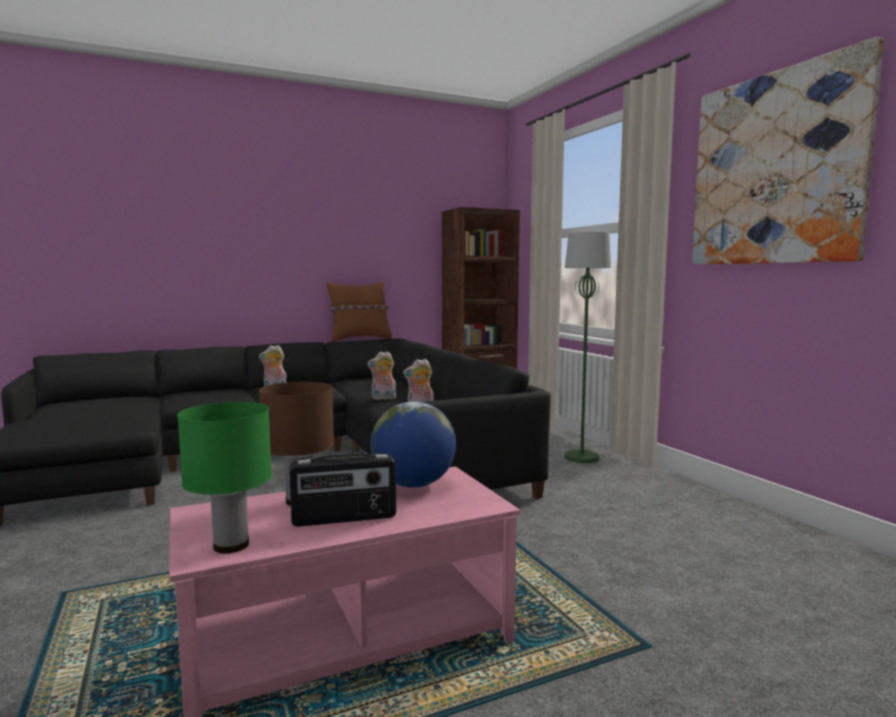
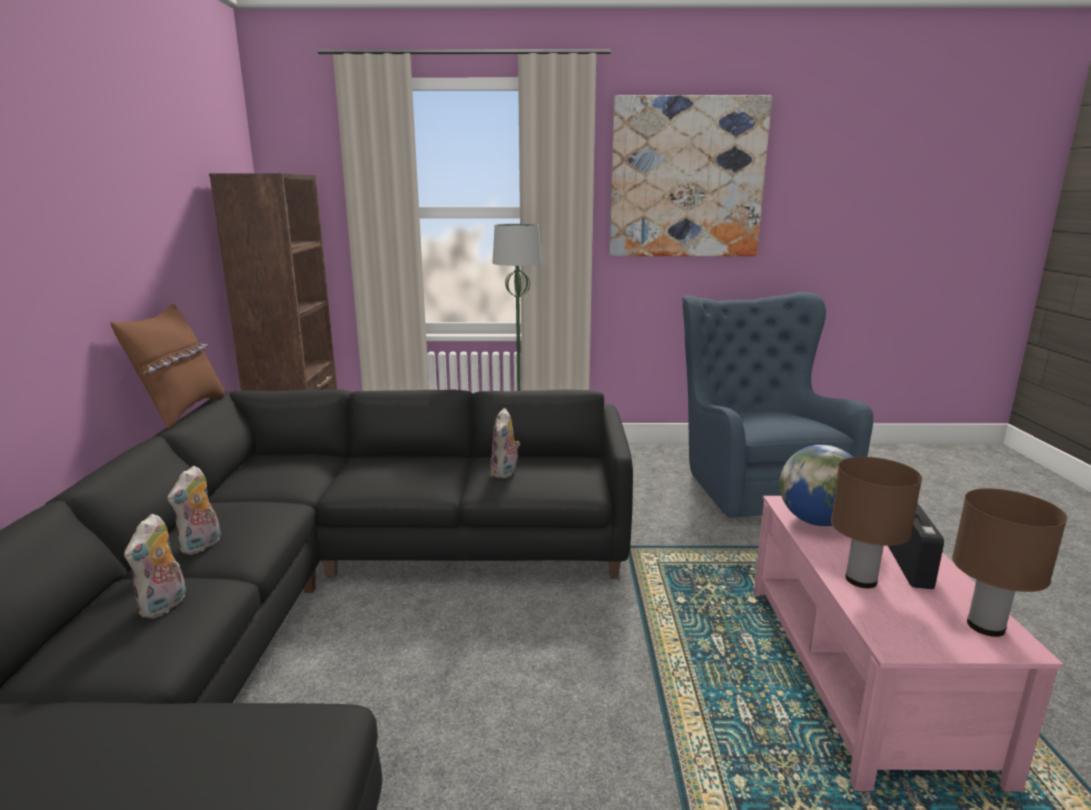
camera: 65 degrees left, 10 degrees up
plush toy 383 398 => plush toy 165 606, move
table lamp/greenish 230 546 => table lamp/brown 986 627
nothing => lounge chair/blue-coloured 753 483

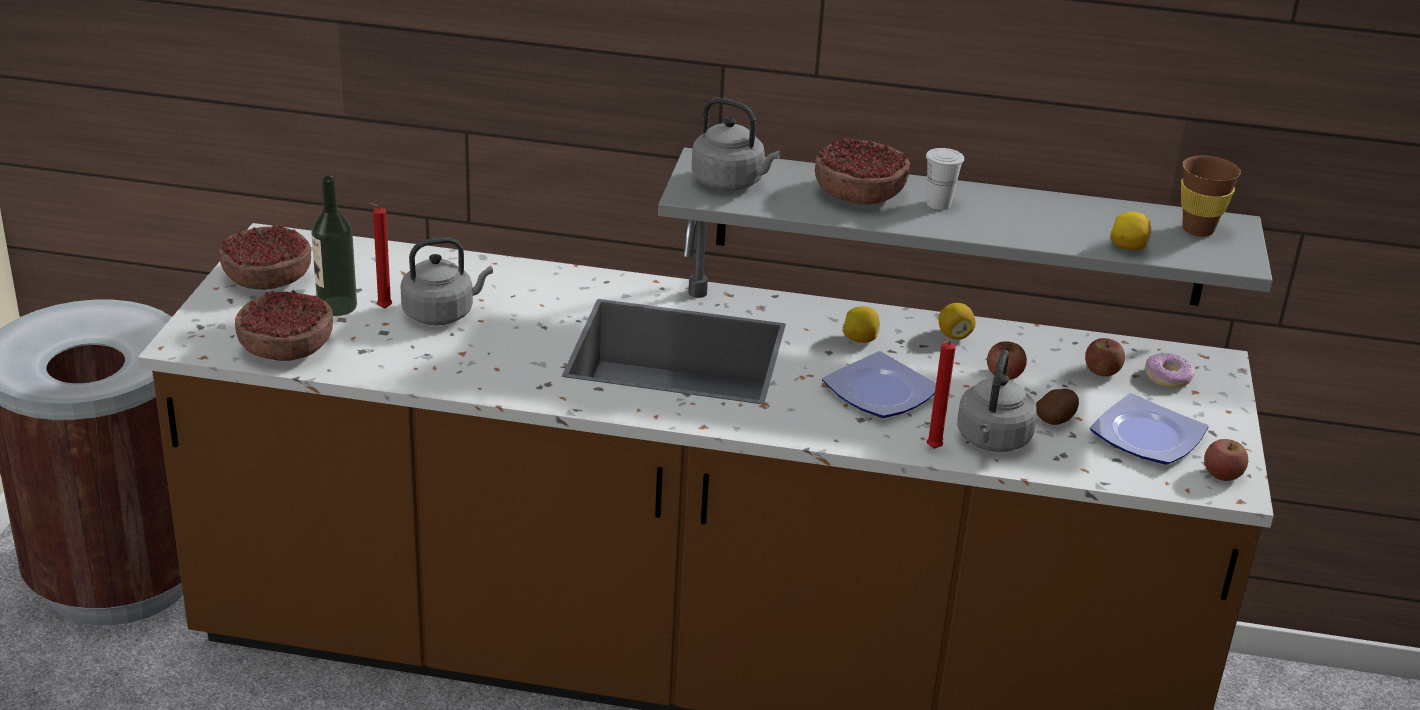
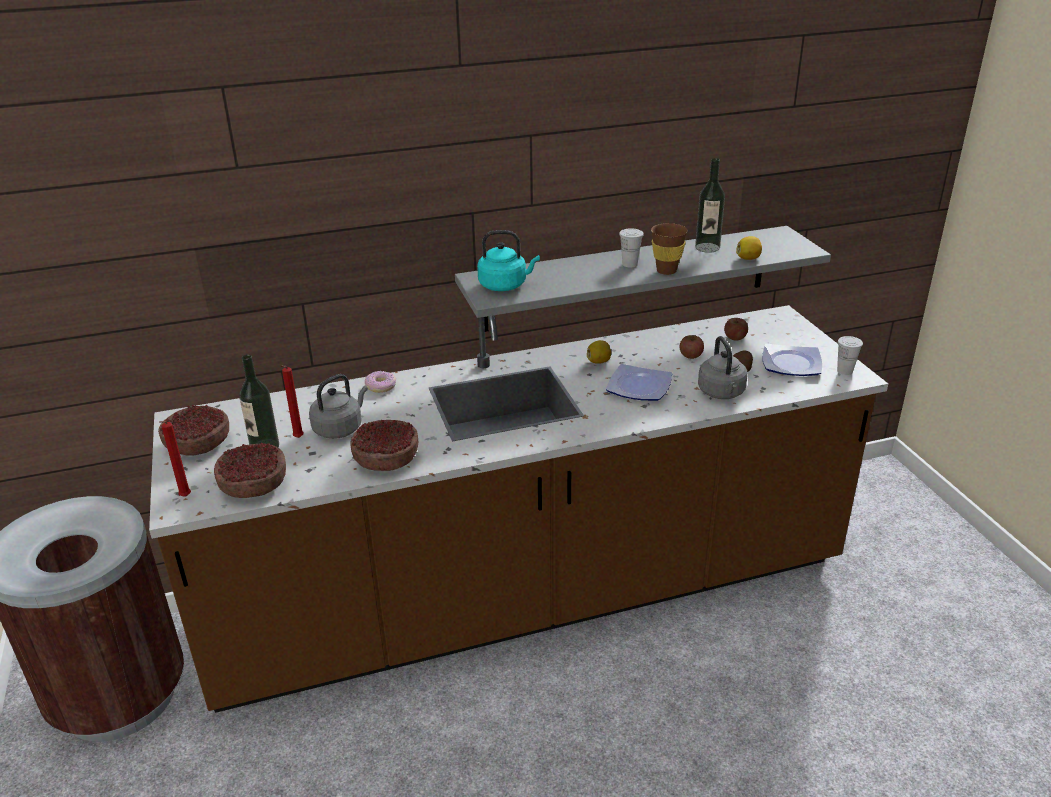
camera: 25 degrees left, 0 degrees up
water kettle/greyish 731 183 => water kettle/turquoise-coloured 505 285
bowl 859 193 => bowl 386 459, move
drinking cup/brown 1198 230 => drinking cup/brown 666 271, move
whole lemon 954 335 => nothing
wax light/reddish 932 449 => wax light/reddish 184 497, move
ring doughnut 1168 377 => ring doughnut 381 386, move
apple 1222 474 => drinking cup/white 844 371
nothing => beverage bottle 707 247

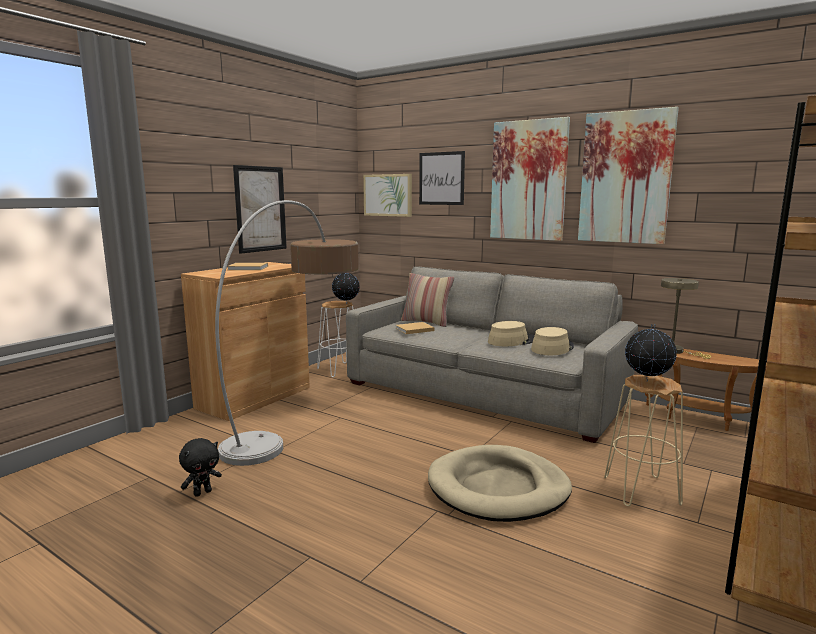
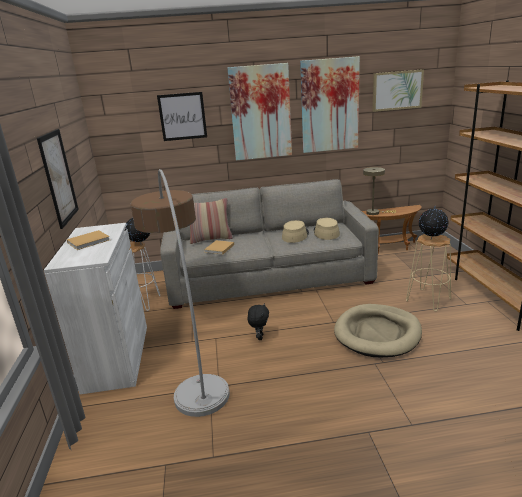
camera: 40 degrees left, 10 degrees up
picture 388 195 => picture 397 90, move
storage cabinet/brown 254 397 => storage cabinet/white 116 357
plush toy/black-coloured 202 492 => plush toy/black-coloured 259 337, move

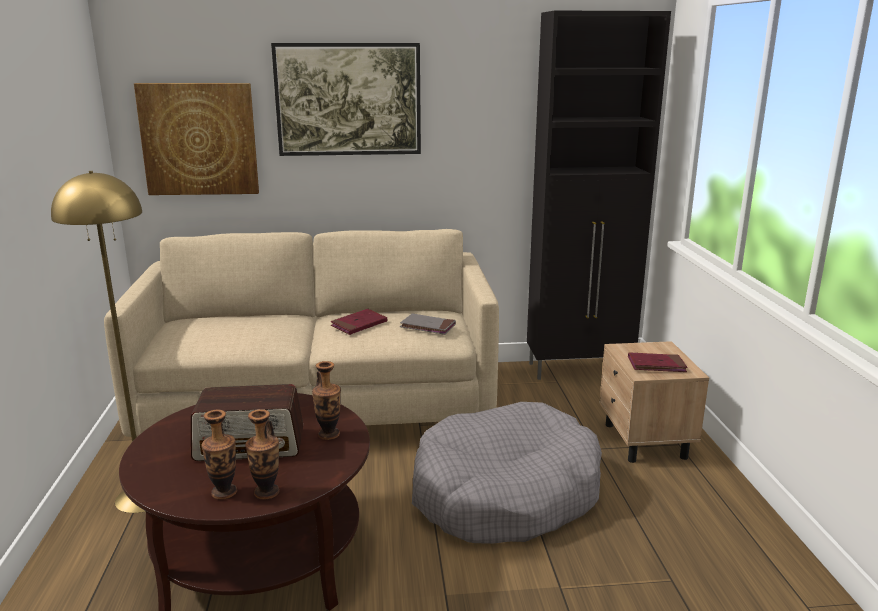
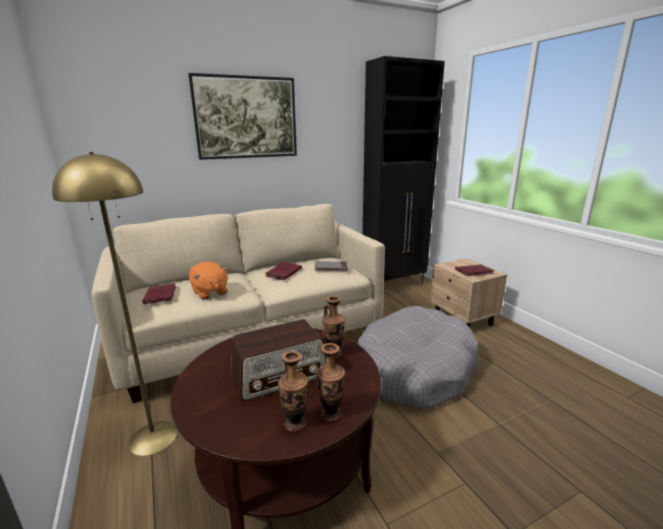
camera: 20 degrees left, 0 degrees up
picture 199 139 => nothing
nothing => plush toy/orangey 209 292
nothing => book/reddish 160 295

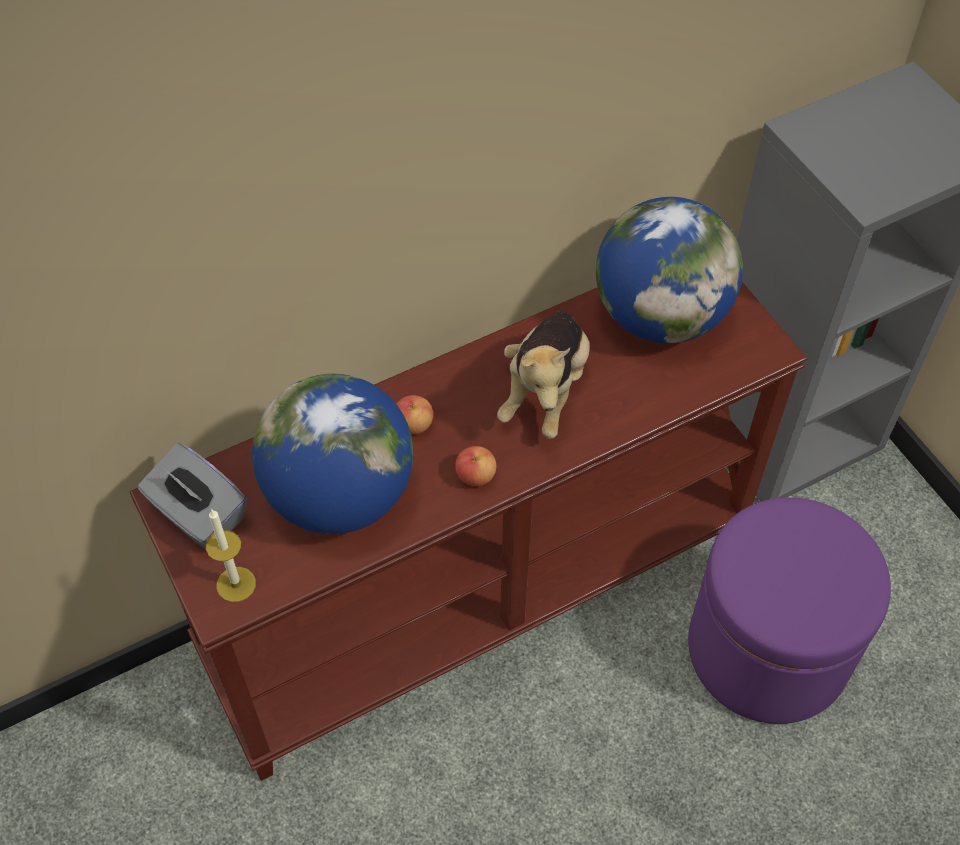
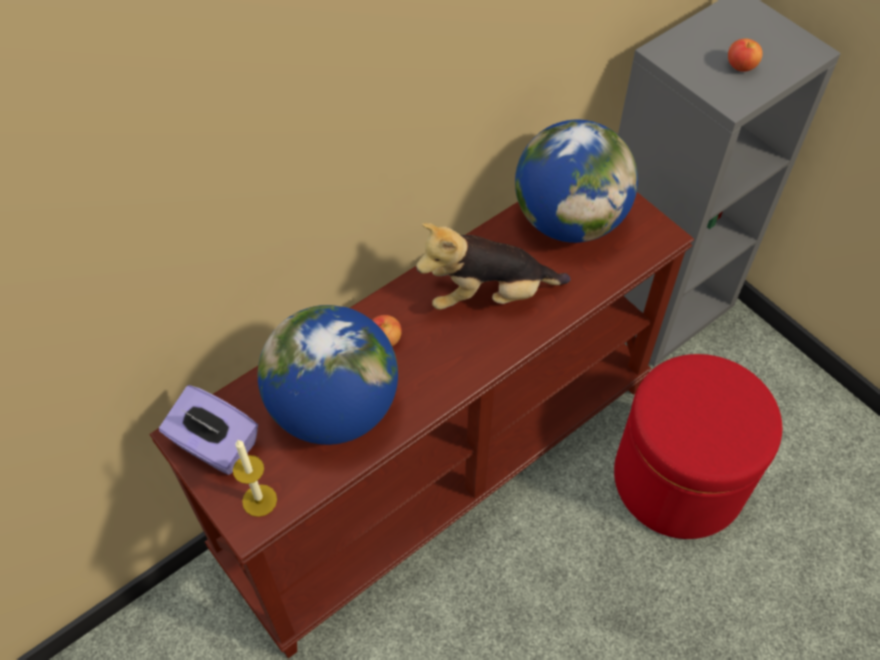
camera: 10 degrees left, 0 degrees up
plush toy 545 390 => plush toy 488 295, 75 degrees clockwise
tissue holder/greyish 198 515 => tissue holder/purple 214 445
apple 475 476 => apple 741 66, move
footrest/purple 768 649 => footrest/reddish 678 479

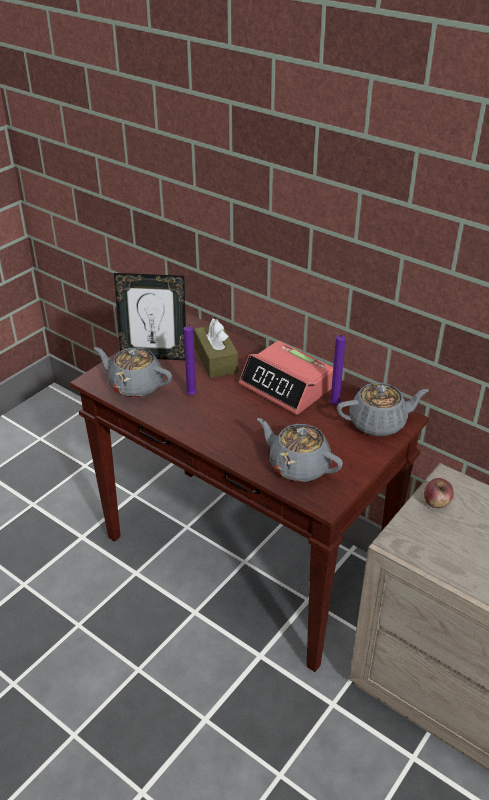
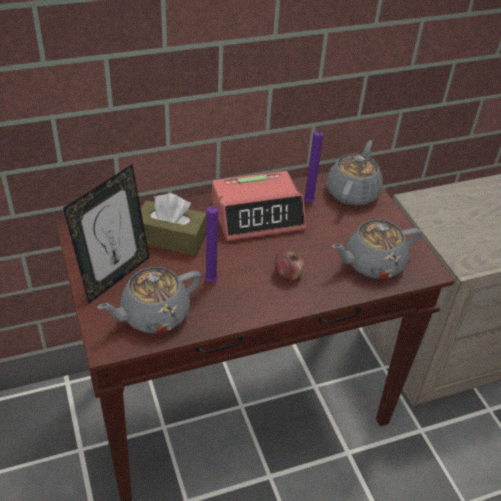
camera: 60 degrees left, 5 degrees up
apple 436 502 => apple 288 274, move

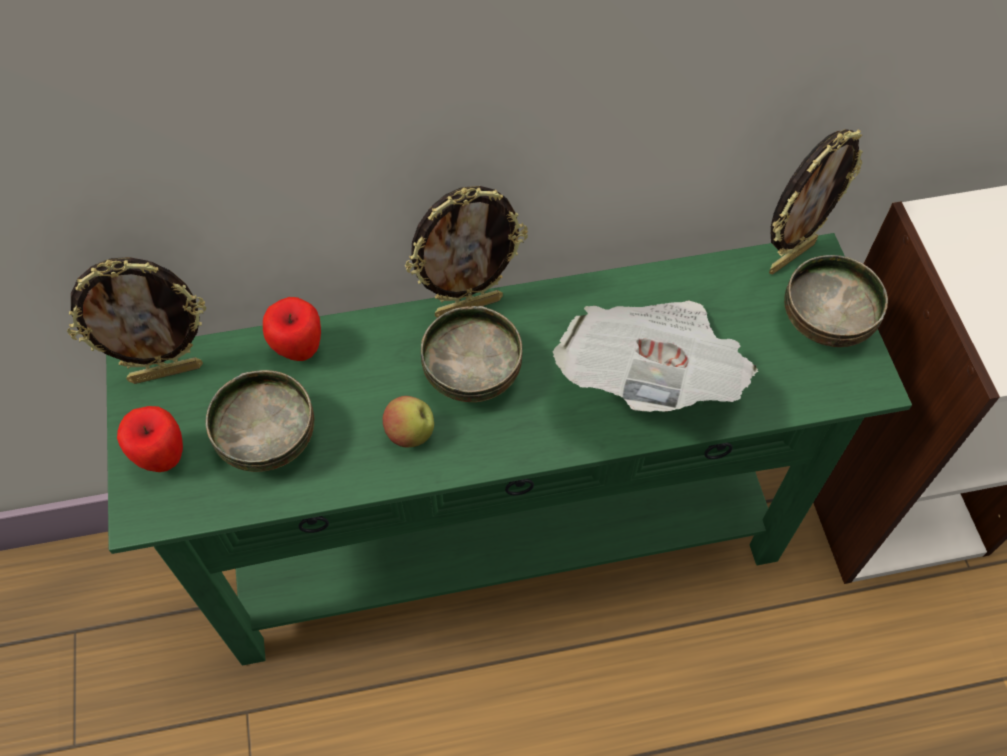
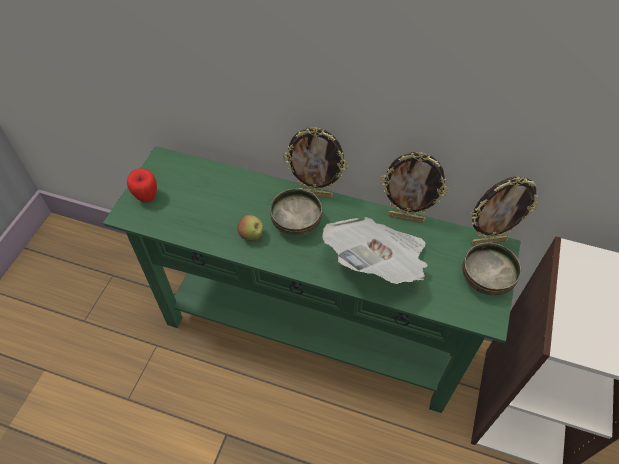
camera: 30 degrees right, 5 degrees down
picture frame 167 371 => picture frame 406 217, move
apple 299 351 => nothing
bowl 267 438 => nothing

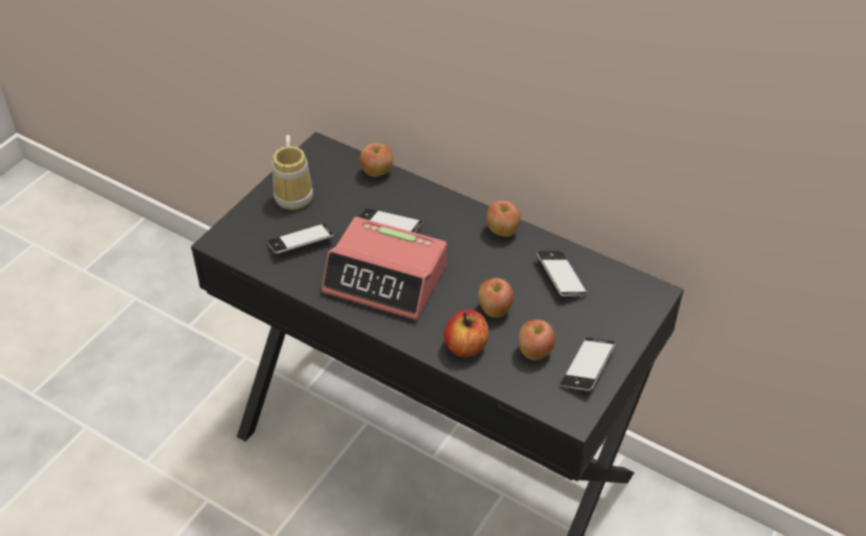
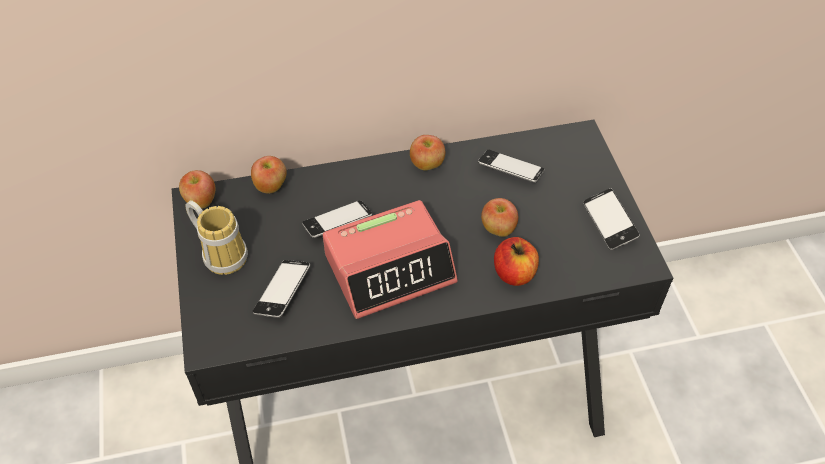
camera: 45 degrees left, 5 degrees up
apple 534 352 => apple 200 201, move

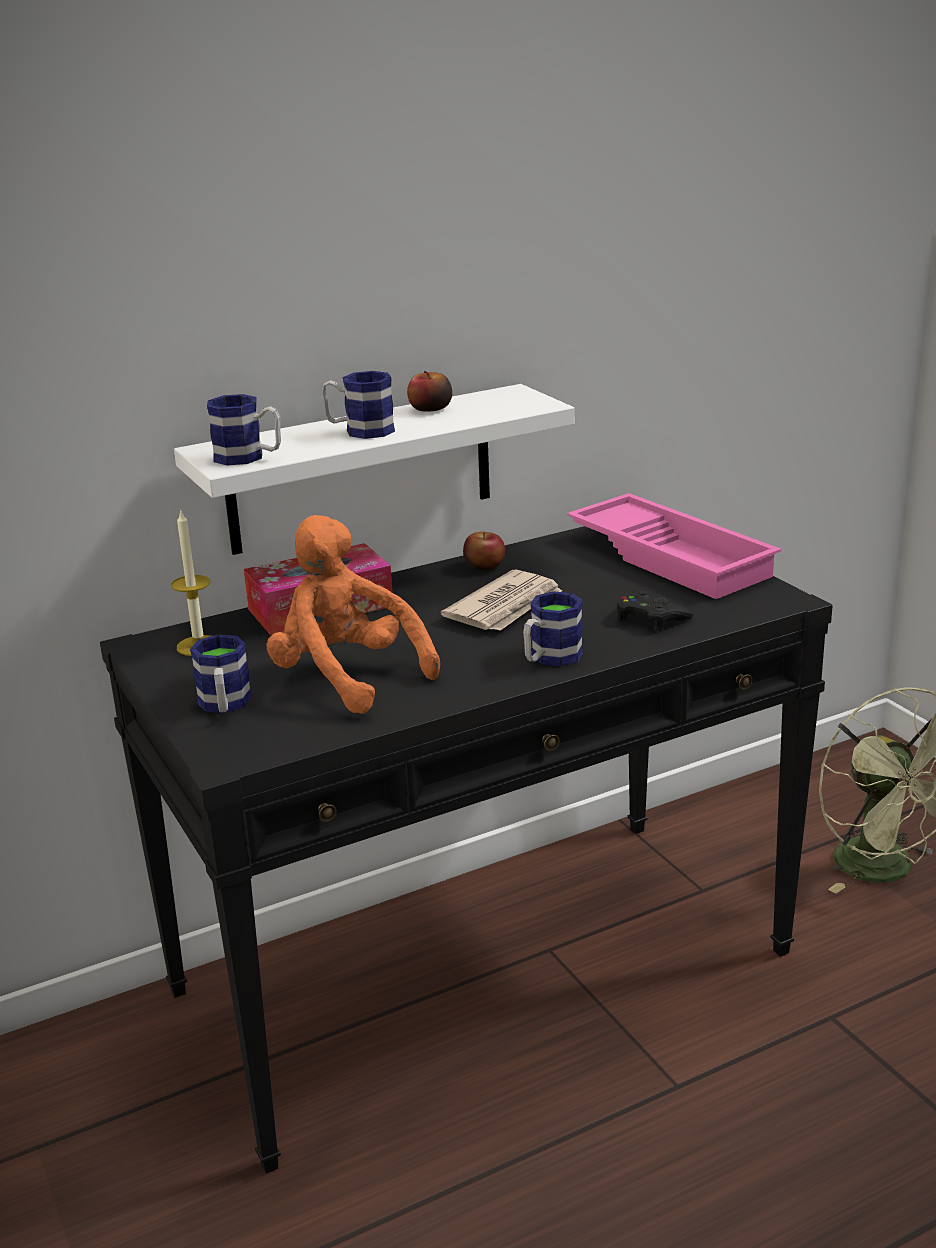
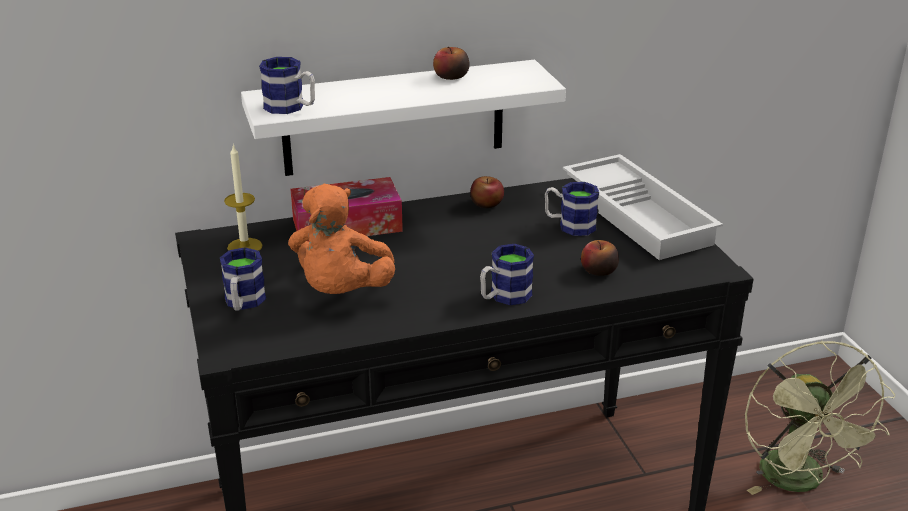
camera: 10 degrees right, 5 degrees up
mug 359 431 => mug 569 225, move
carrying tray/pink 673 557 => carrying tray/white 640 215
plush toy/orangey 346 678 => plush toy/orangey 342 292, 135 degrees counterclockwise
newspaper 506 607 => nothing
game controller/black-coloured 650 618 => apple 598 271

